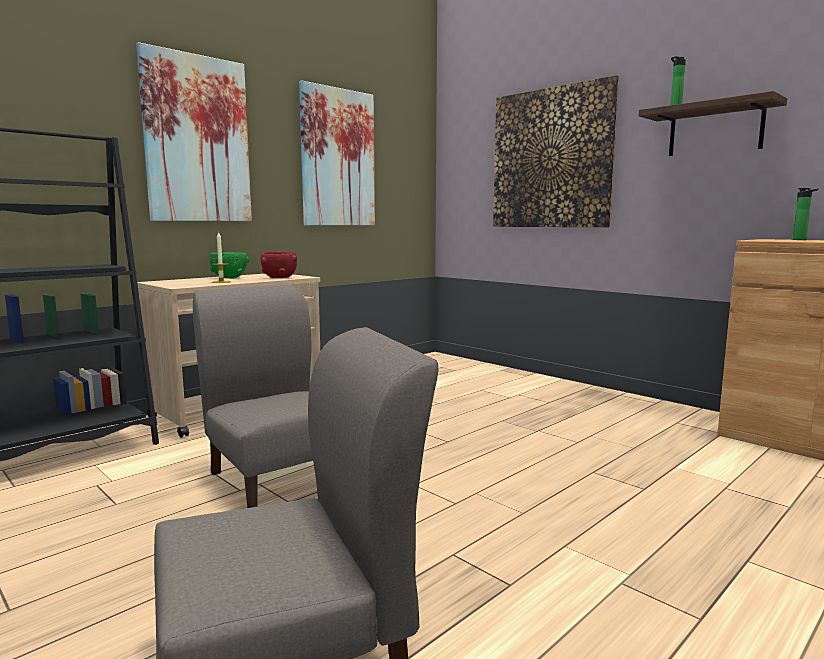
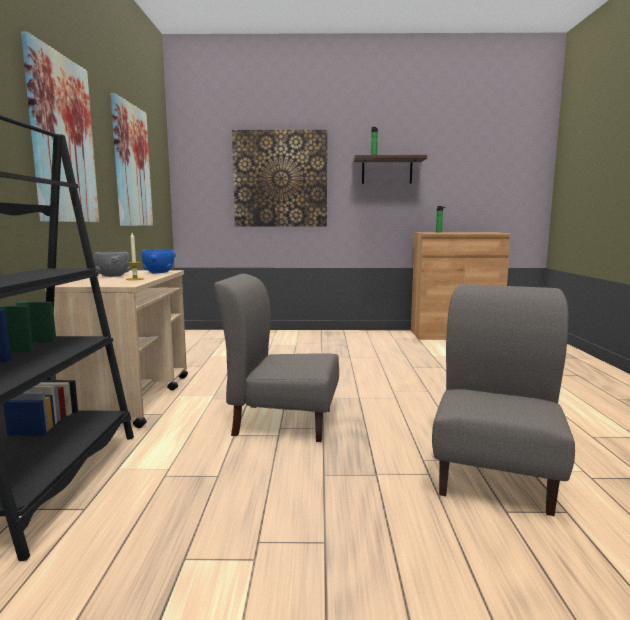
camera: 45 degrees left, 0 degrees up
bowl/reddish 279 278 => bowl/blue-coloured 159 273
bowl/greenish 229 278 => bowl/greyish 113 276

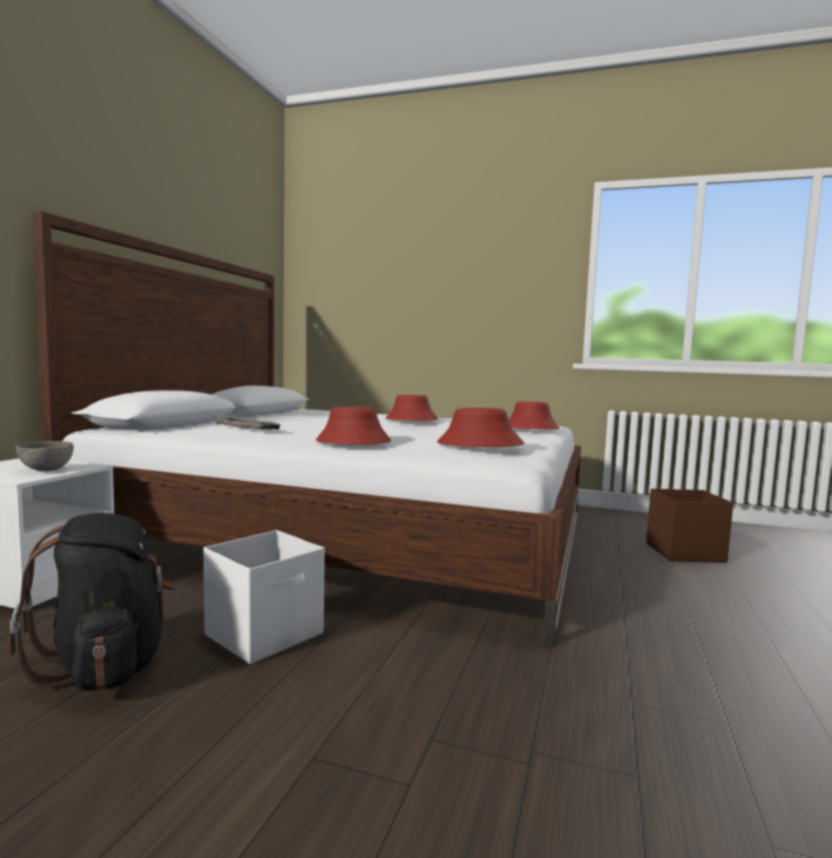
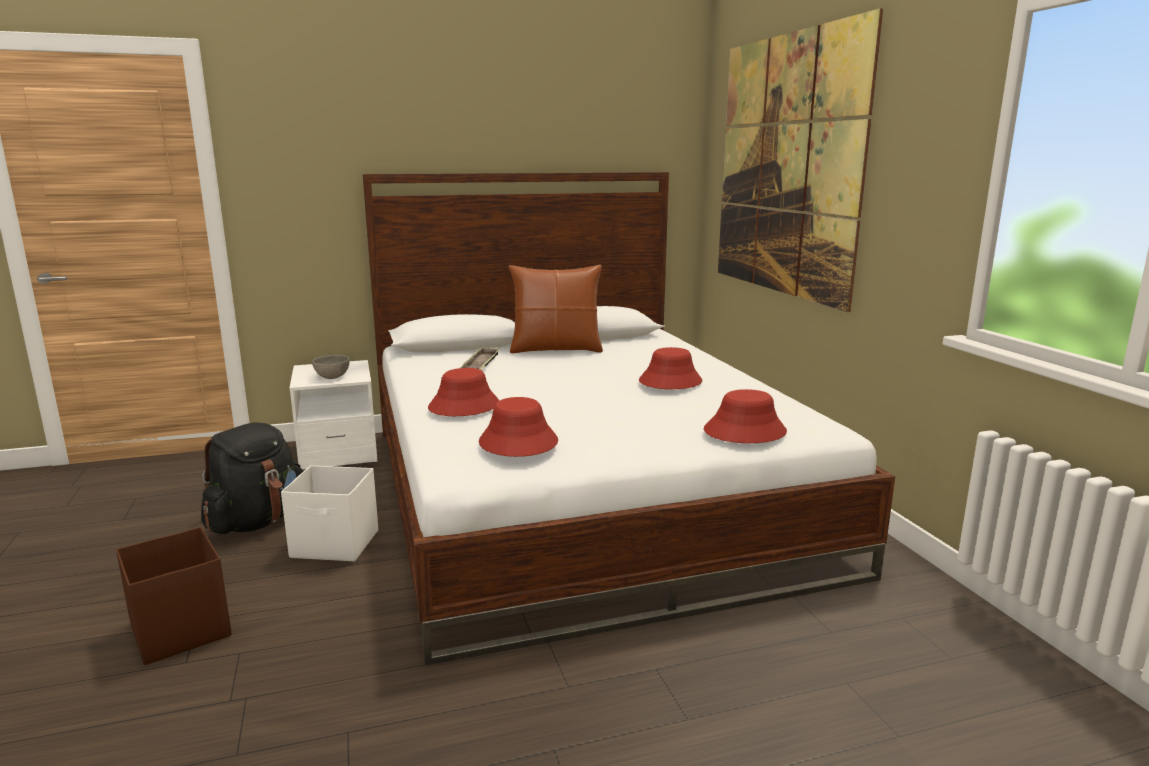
camera: 55 degrees right, 10 degrees up
storage bin/brown 683 552 => storage bin/brown 181 629, move
nothing => picture 785 166
nothing => throw pillow/brown 556 349

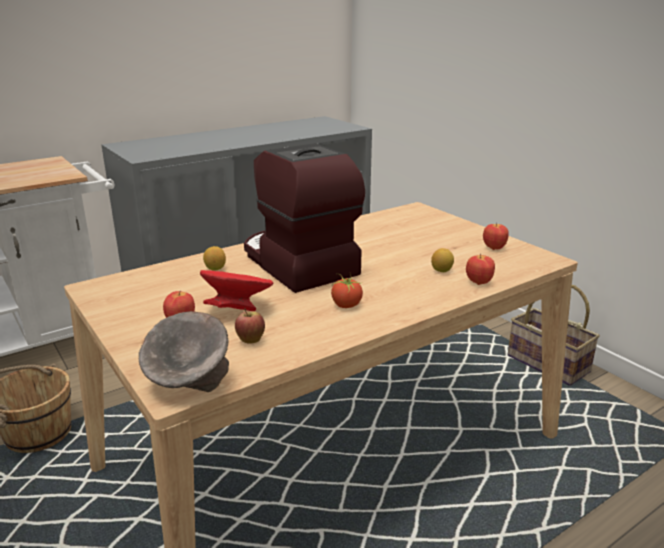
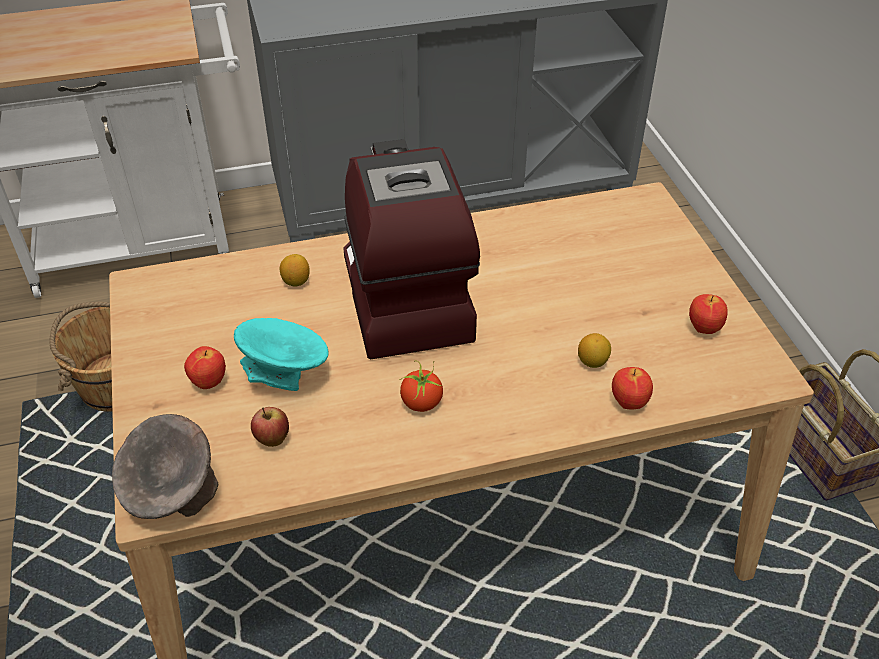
camera: 20 degrees right, 20 degrees up
bowl/reddish 237 309 => bowl/turquoise-coloured 285 374

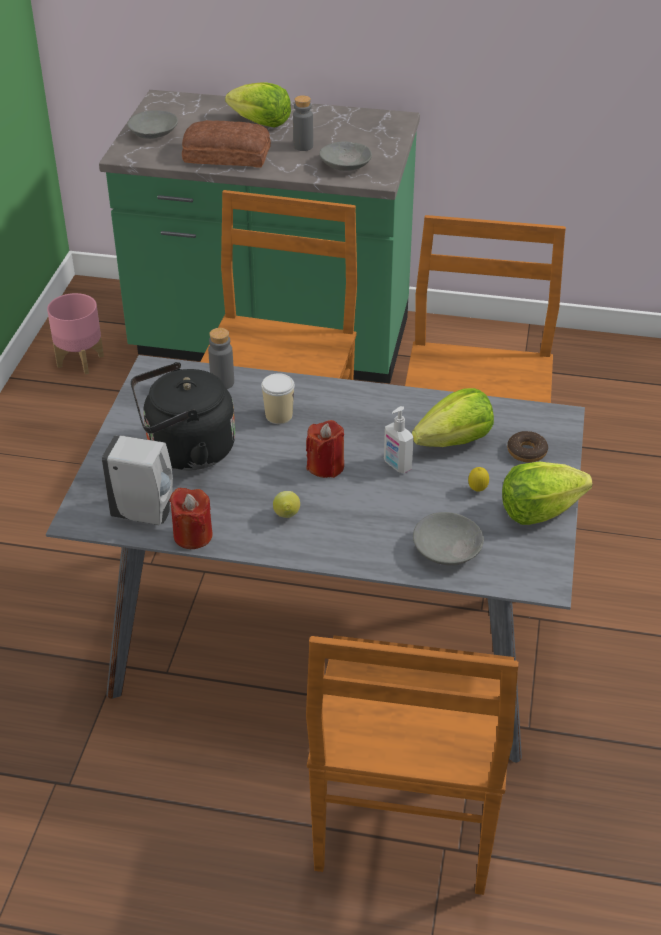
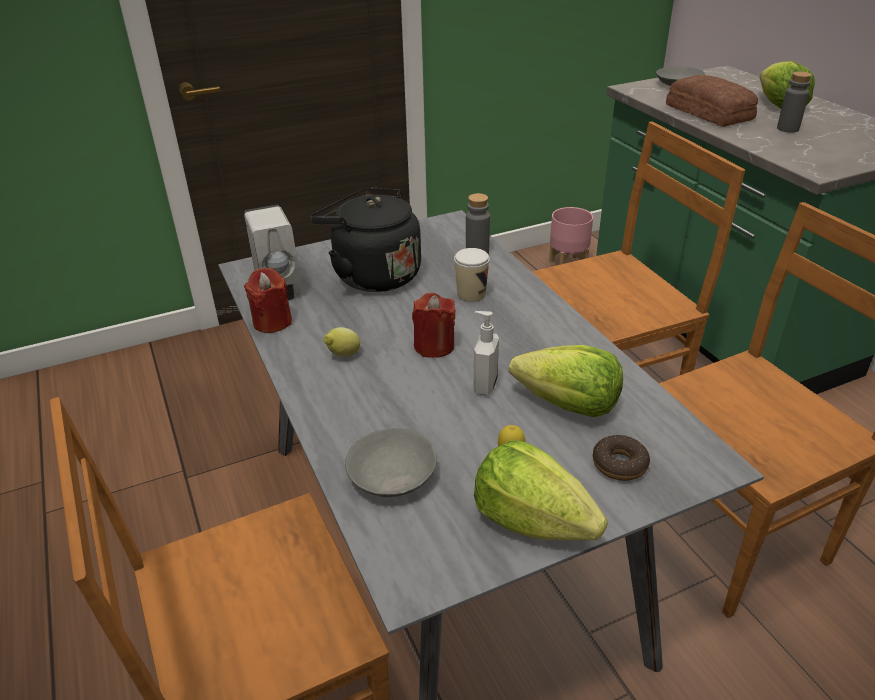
camera: 55 degrees right, 5 degrees down
bowl/greyish 346 165 => nothing

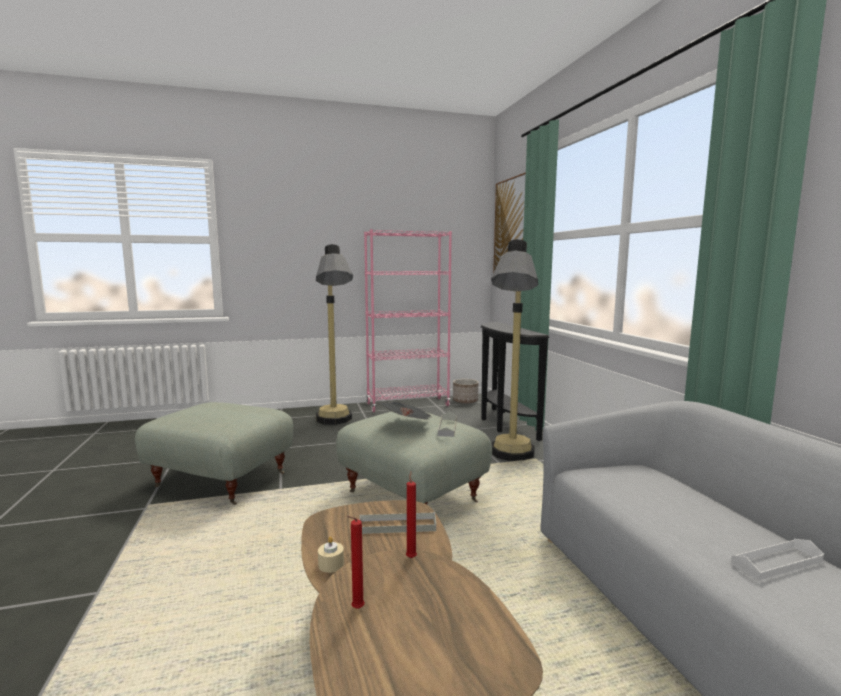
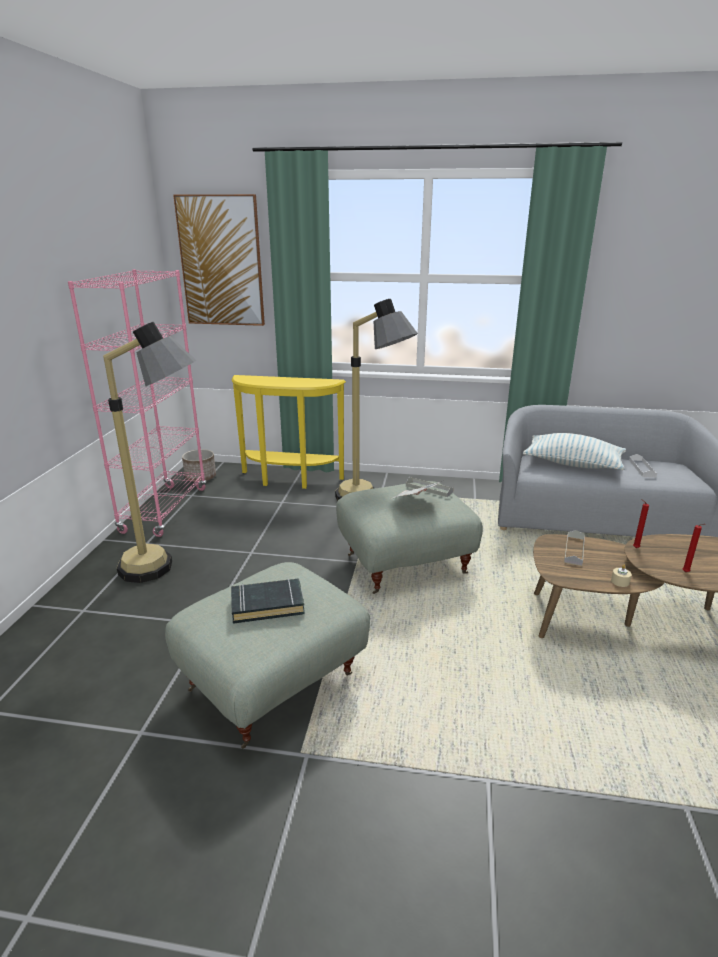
camera: 65 degrees left, 15 degrees up
narrow table/black-coloured 503 424 => narrow table/yellow-coloured 289 480
nothing => throw pillow 572 464
nothing => book/black-coloured 267 605

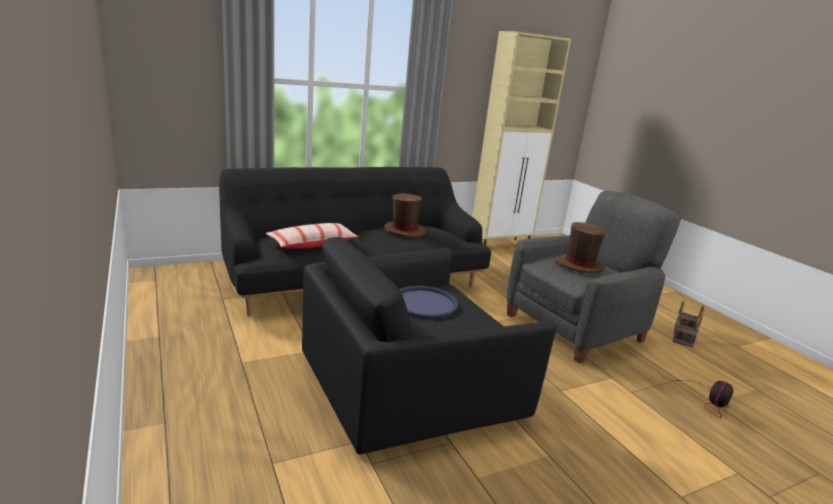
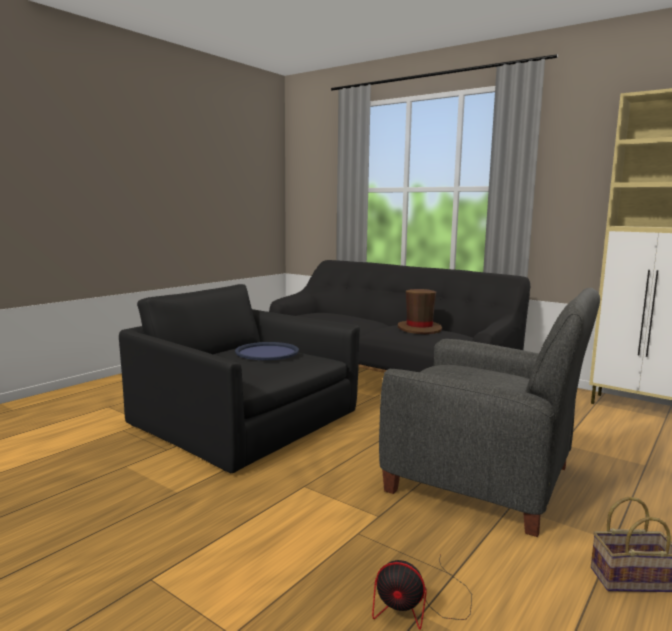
camera: 65 degrees right, 10 degrees down
clothing hat/brown 579 265 => nothing
throw pillow 312 244 => nothing

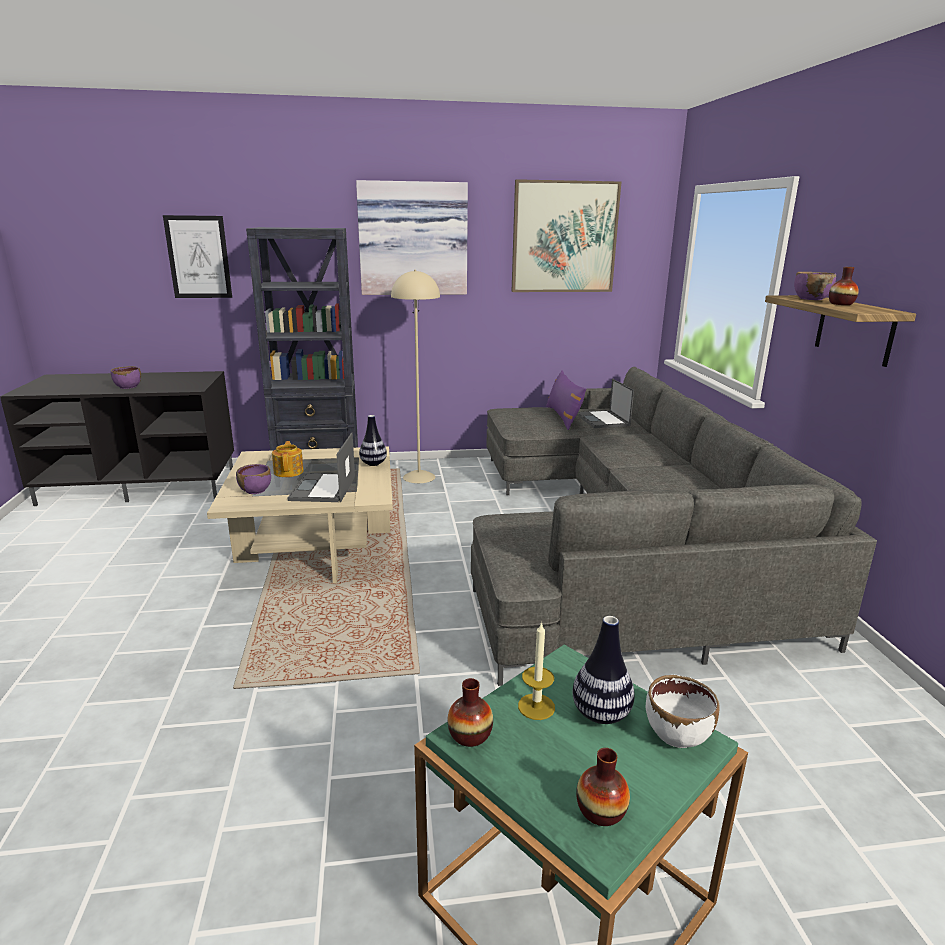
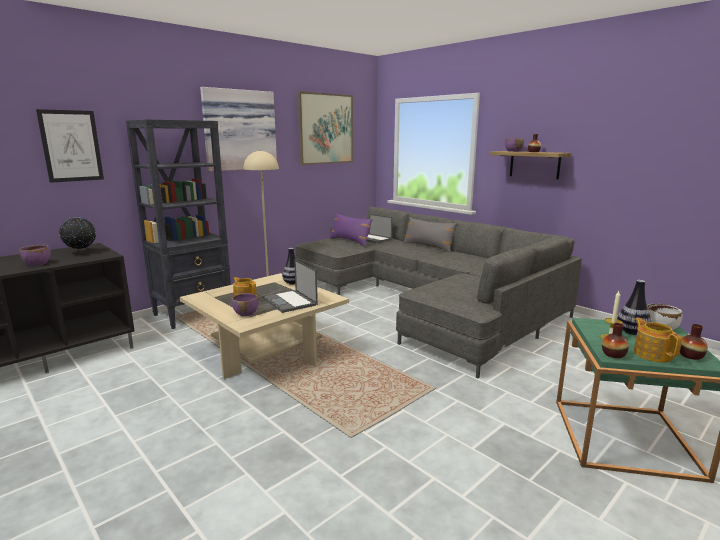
camera: 35 degrees left, 5 degrees down
nothing => globe 81 252
nothing => throw pillow/greyish 428 246
nothing => tea pot 652 354

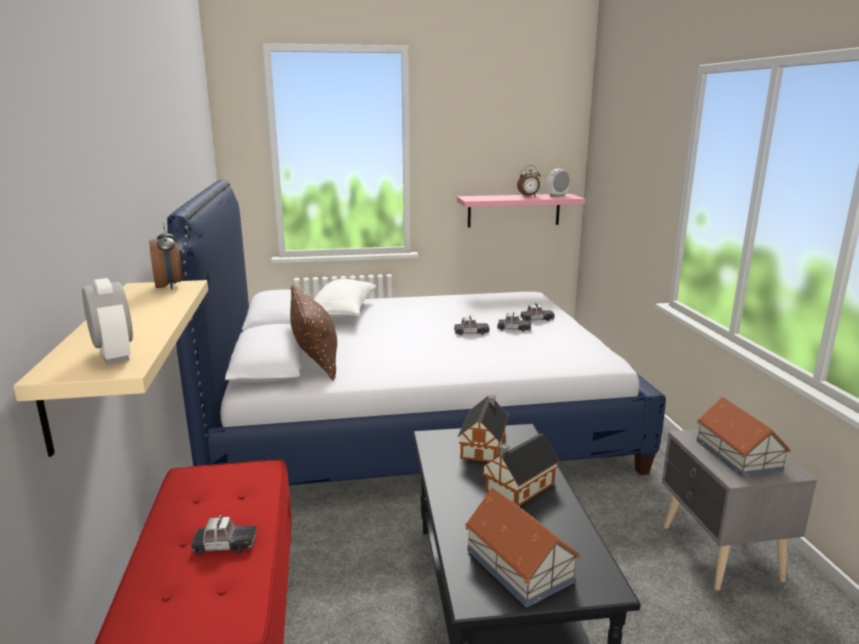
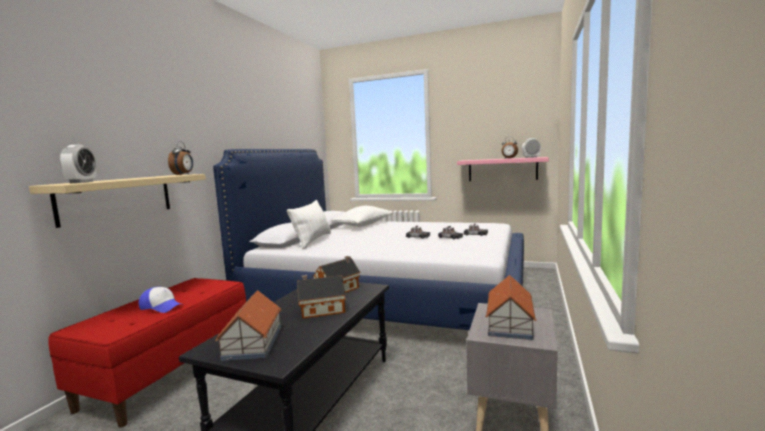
camera: 30 degrees right, 10 degrees down
throw pillow/brown 315 358 => throw pillow/white 312 240
model car 224 544 => baseball cap 162 306

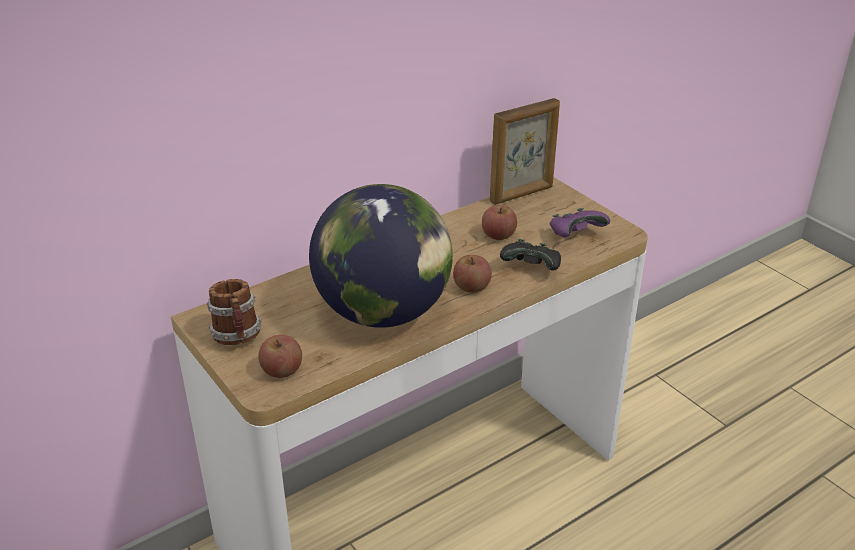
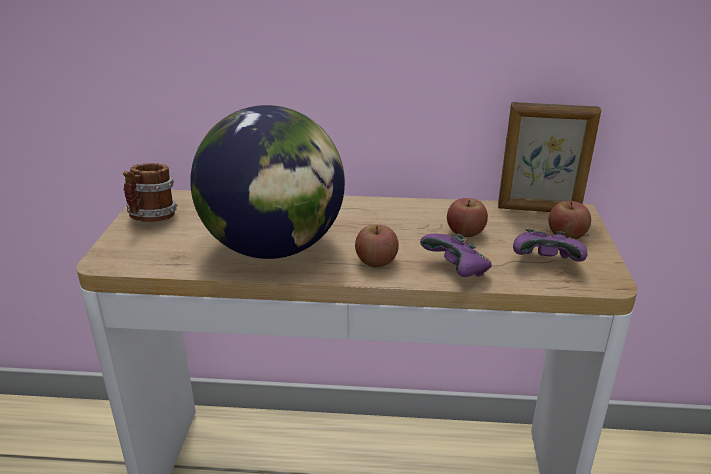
camera: 40 degrees right, 5 degrees down
game controller/black-coloured 532 268 => game controller/purple 457 271
apple 282 370 => apple 566 235, move

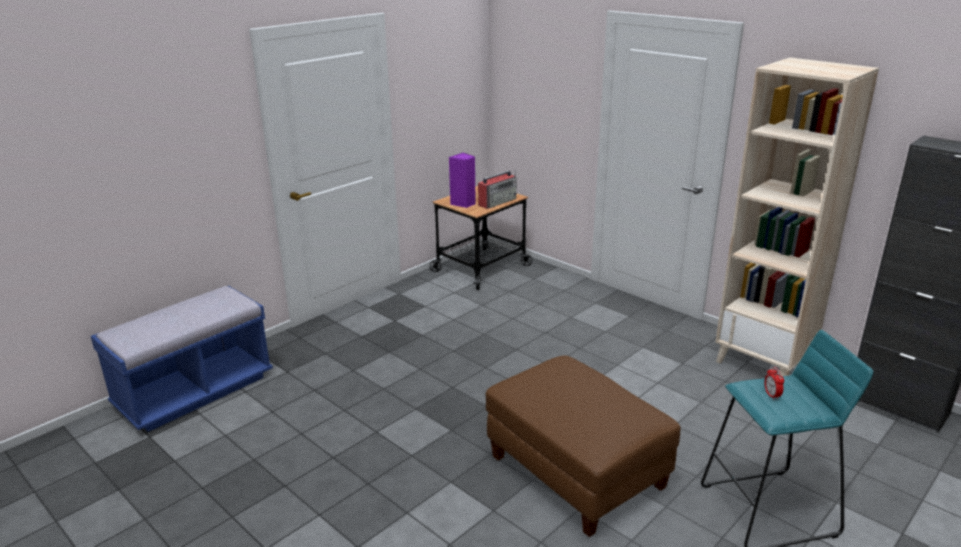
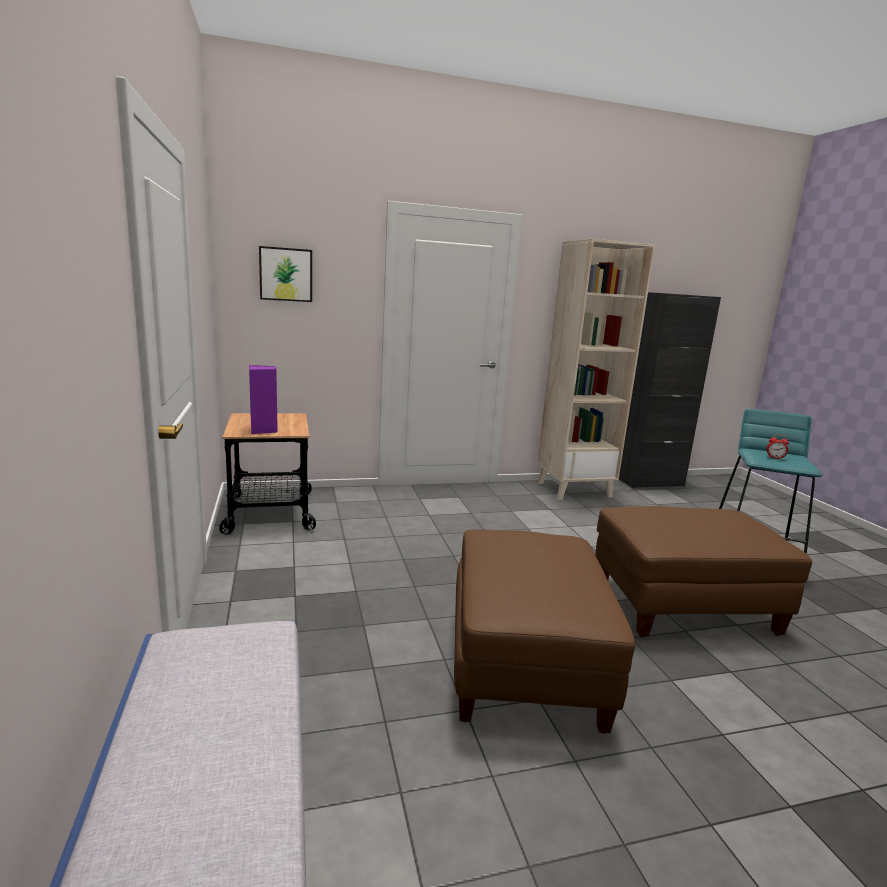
camera: 60 degrees left, 10 degrees down
radio 498 202 => nothing
nothing => picture 286 274
nothing => footrest/brown 523 665

